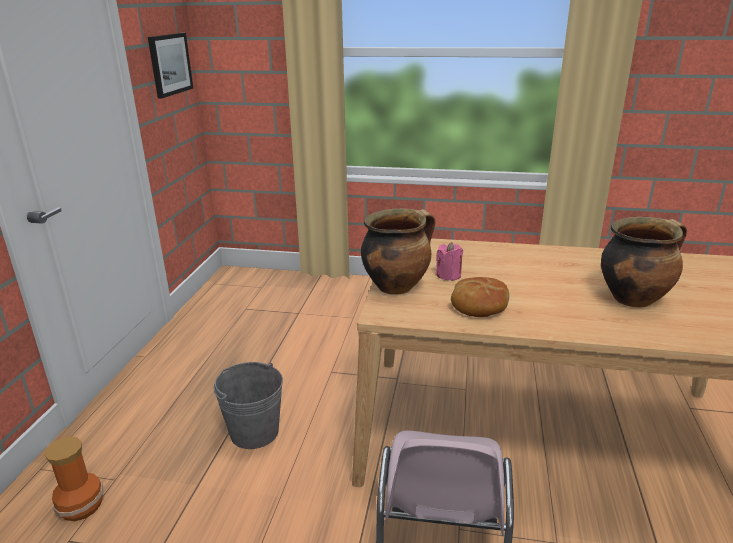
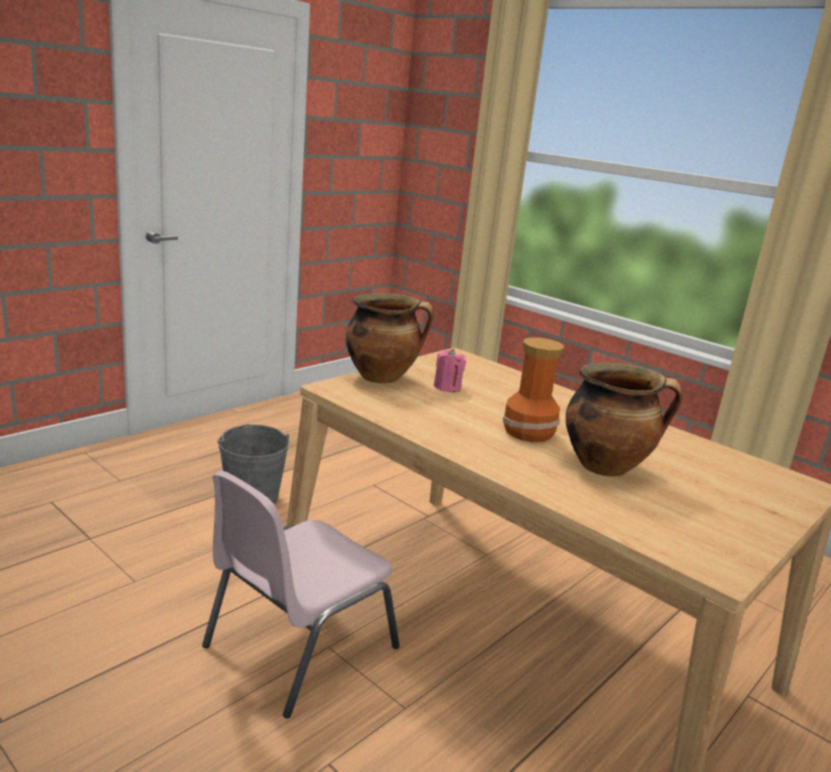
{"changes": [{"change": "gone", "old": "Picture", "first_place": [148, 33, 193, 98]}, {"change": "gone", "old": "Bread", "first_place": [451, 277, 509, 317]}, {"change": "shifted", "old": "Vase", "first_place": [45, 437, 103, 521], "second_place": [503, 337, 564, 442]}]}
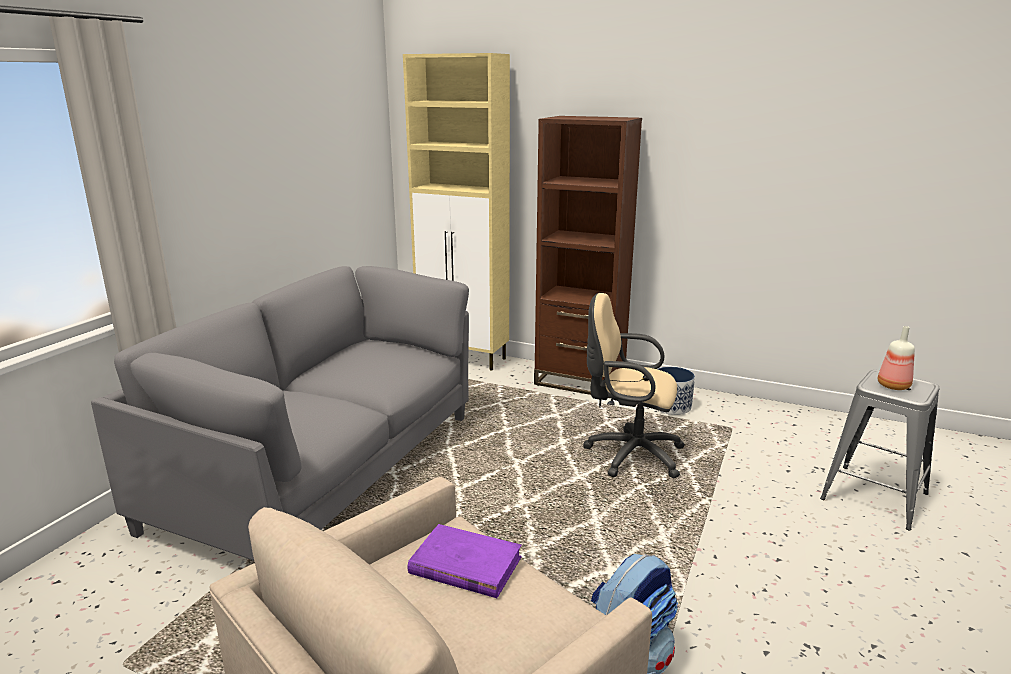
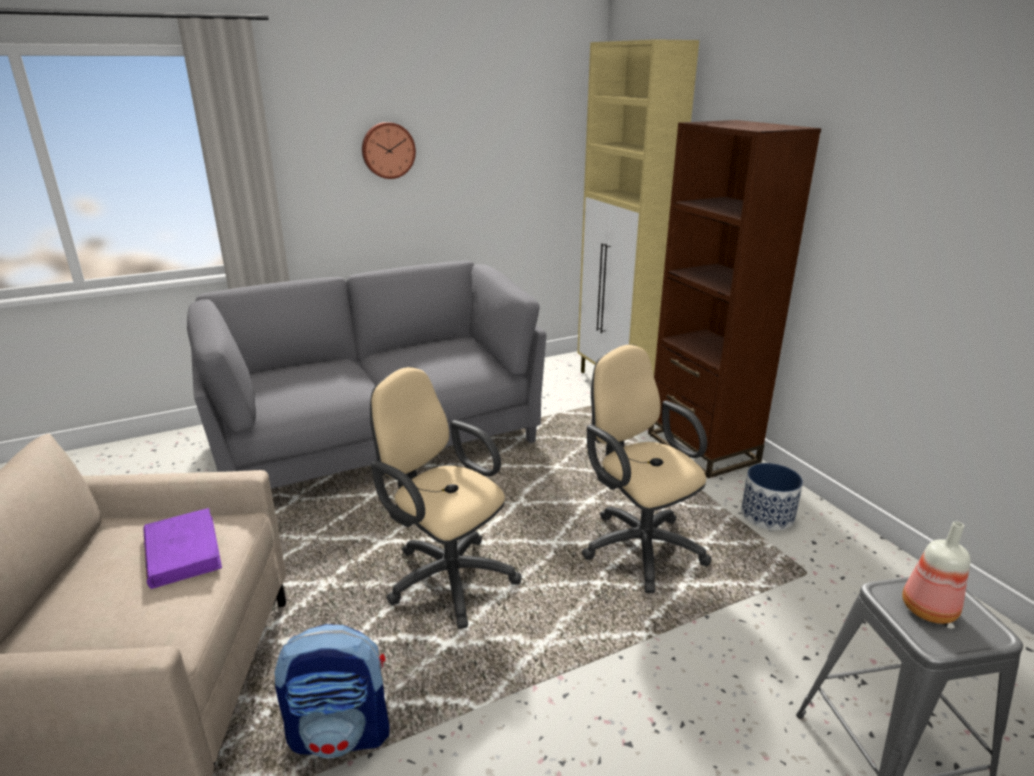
{"changes": [{"change": "new", "new": "WallClock", "second_place": [362, 122, 416, 179]}, {"change": "new", "new": "BeigeOfficeChair", "second_place": [370, 367, 521, 629]}]}
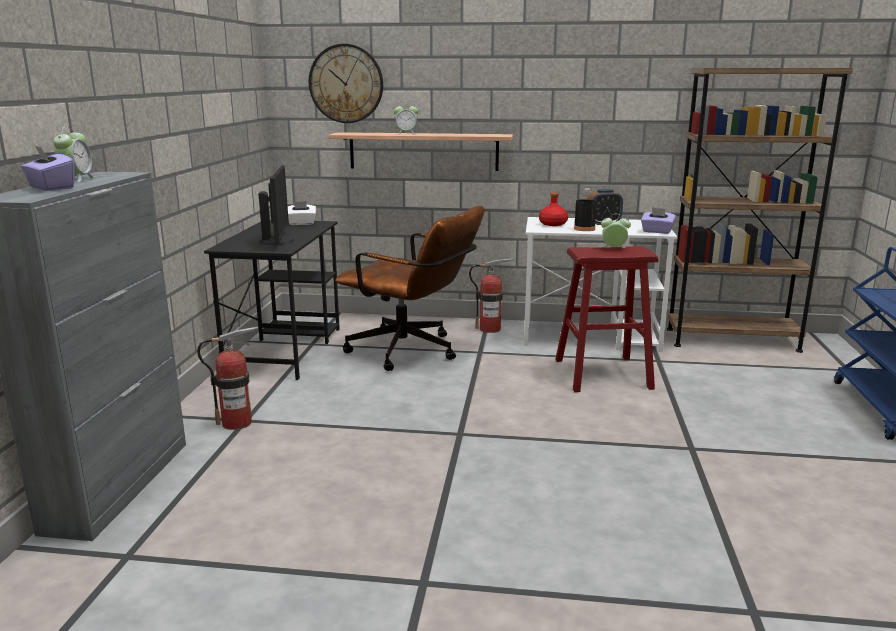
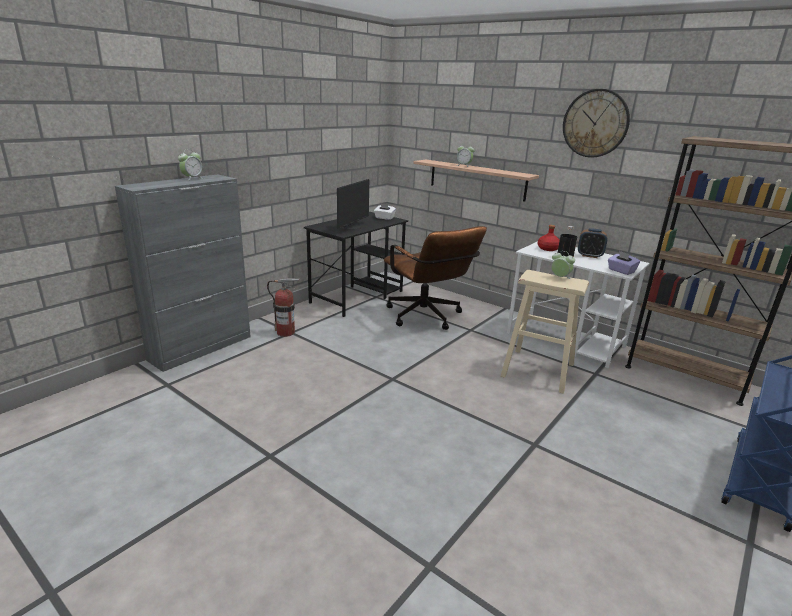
{"changes": [{"change": "gone", "old": "PurpleTissueBox", "first_place": [21, 145, 75, 191]}, {"change": "gone", "old": "FireExtinguisher", "first_place": [469, 258, 513, 333]}, {"change": "shifted", "old": "WallClock", "first_place": [309, 44, 383, 123], "second_place": [563, 89, 630, 157]}, {"change": "repainted", "old": "RedStool", "new": "BeigeStool", "first_place": [555, 246, 658, 392], "second_place": [501, 270, 589, 394]}]}
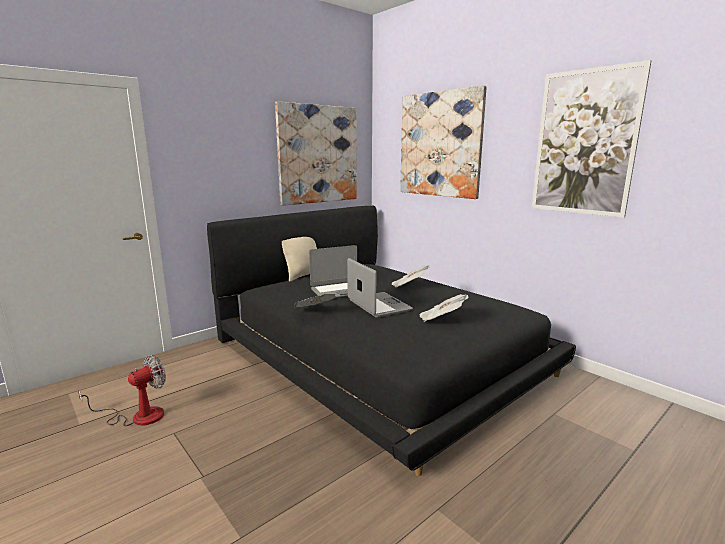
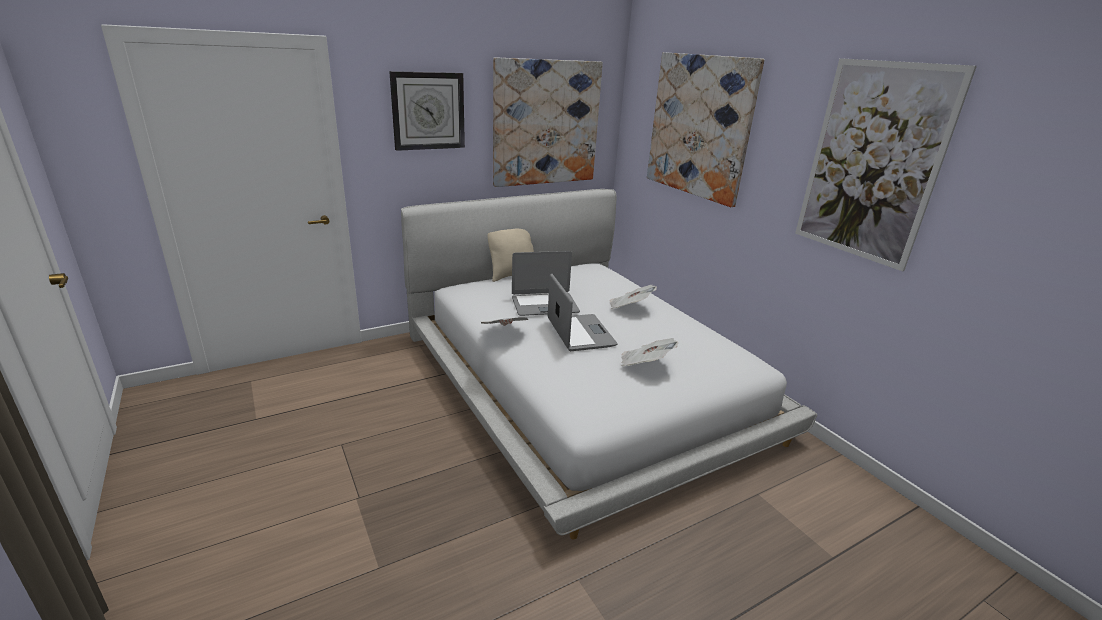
{"changes": [{"change": "gone", "old": "Fan", "first_place": [78, 355, 166, 426]}, {"change": "new", "new": "WallClock", "second_place": [389, 71, 465, 151]}, {"change": "repainted", "old": "BlackBed", "new": "WhiteBed", "first_place": [207, 206, 576, 476], "second_place": [401, 189, 817, 540]}]}
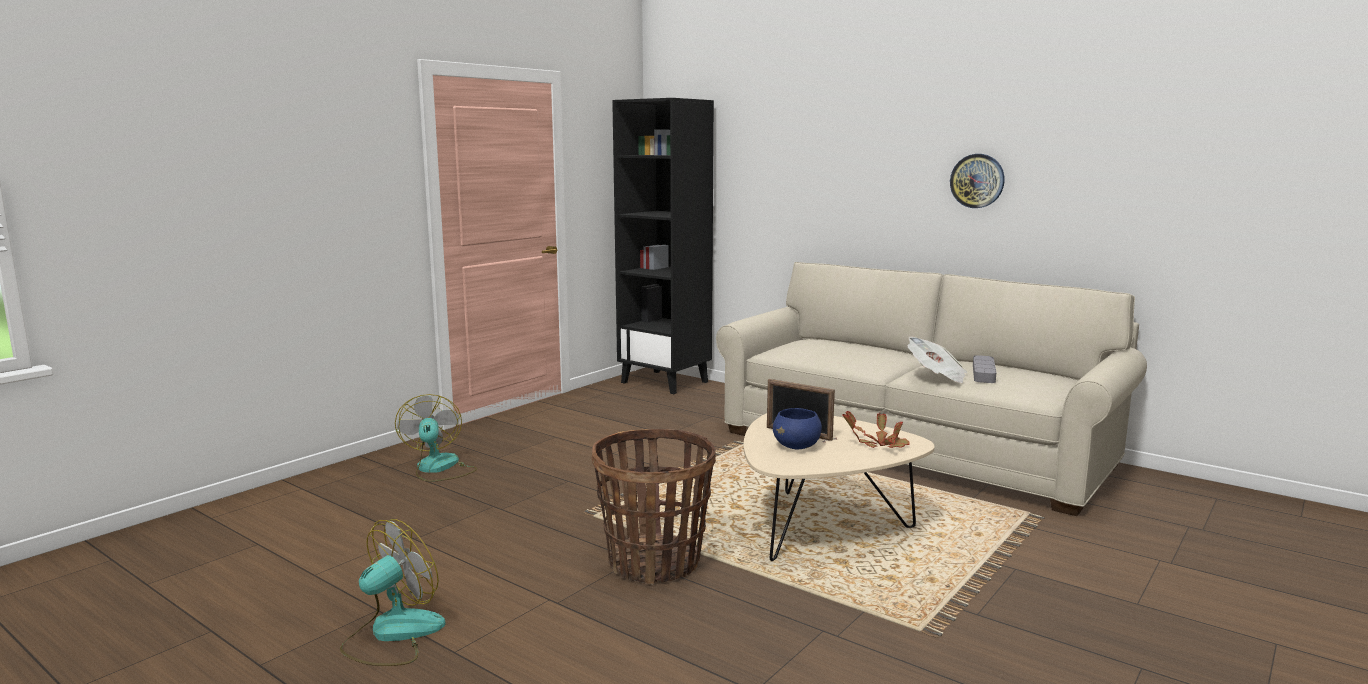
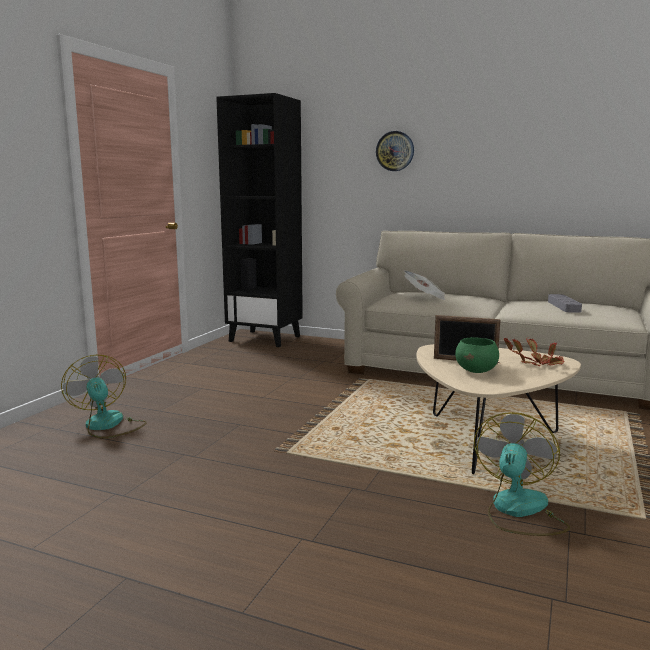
{"changes": [{"change": "gone", "old": "Basket", "first_place": [592, 429, 716, 585]}, {"change": "shifted", "old": "Fan", "first_place": [340, 519, 446, 666], "second_place": [474, 412, 570, 536]}, {"change": "shifted", "old": "Newspaper", "first_place": [908, 336, 967, 383], "second_place": [403, 270, 445, 300]}, {"change": "shifted", "old": "WallClock", "first_place": [950, 154, 1005, 208], "second_place": [376, 131, 414, 171]}, {"change": "repainted", "old": "BlueBowl", "new": "GreenBowl", "first_place": [773, 408, 822, 449], "second_place": [455, 337, 499, 373]}]}
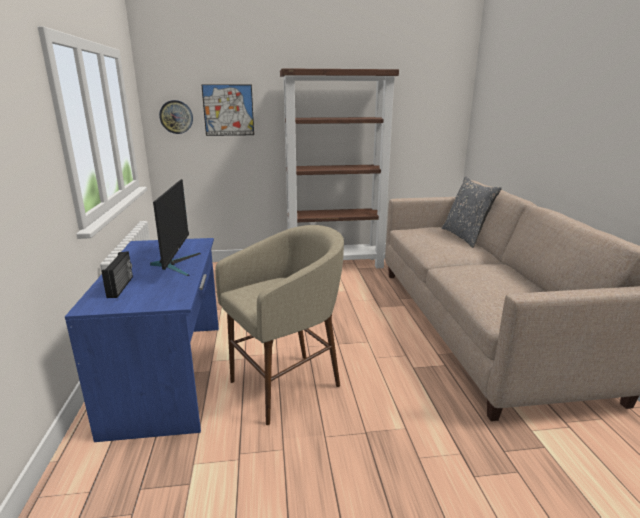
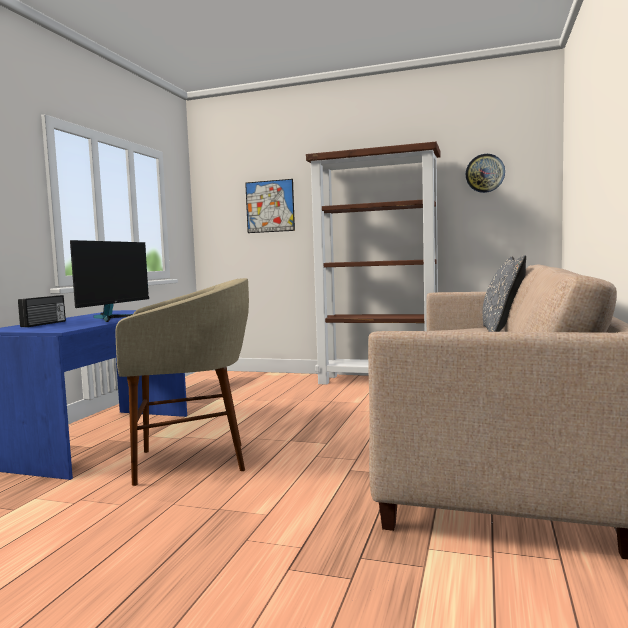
{"changes": [{"change": "shifted", "old": "WallClock", "first_place": [159, 100, 193, 134], "second_place": [466, 154, 505, 193]}]}
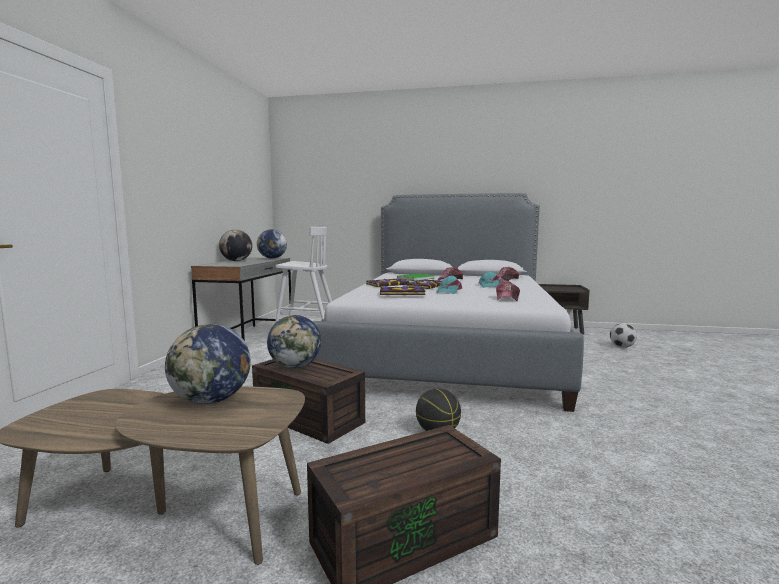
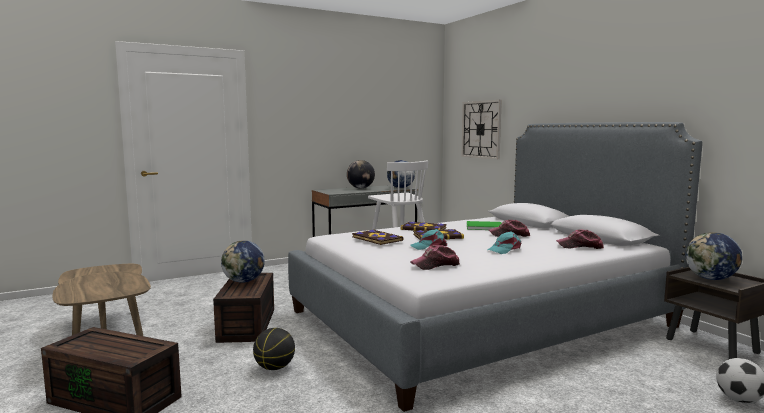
{"changes": [{"change": "new", "new": "WallClock", "second_place": [461, 100, 502, 159]}, {"change": "shifted", "old": "Globe", "first_place": [165, 324, 251, 404], "second_place": [685, 232, 743, 280]}]}
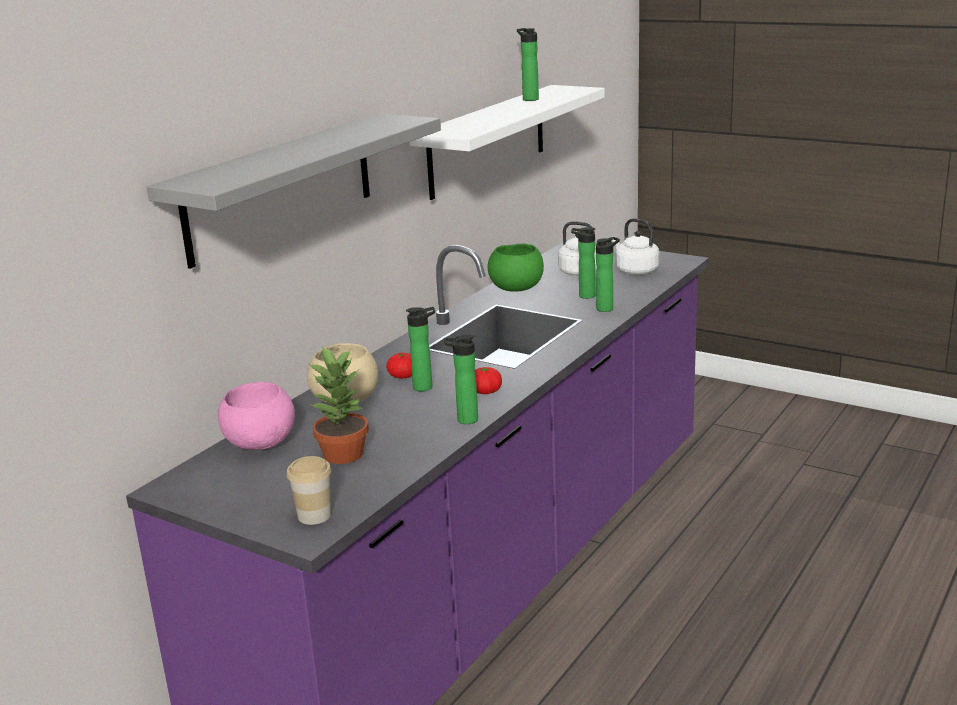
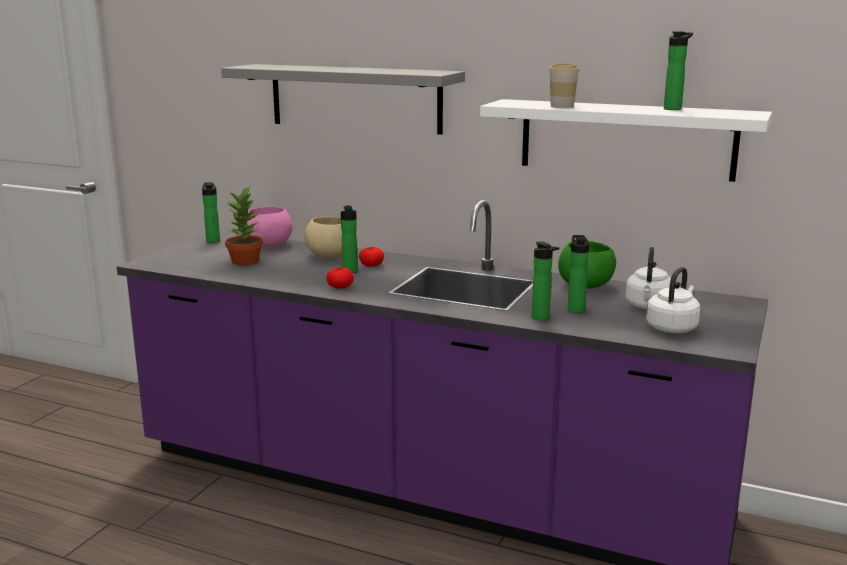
{"changes": [{"change": "shifted", "old": "Cup", "first_place": [287, 456, 331, 525], "second_place": [548, 64, 580, 108]}, {"change": "shifted", "old": "Bottle", "first_place": [444, 334, 478, 424], "second_place": [202, 182, 220, 243]}]}
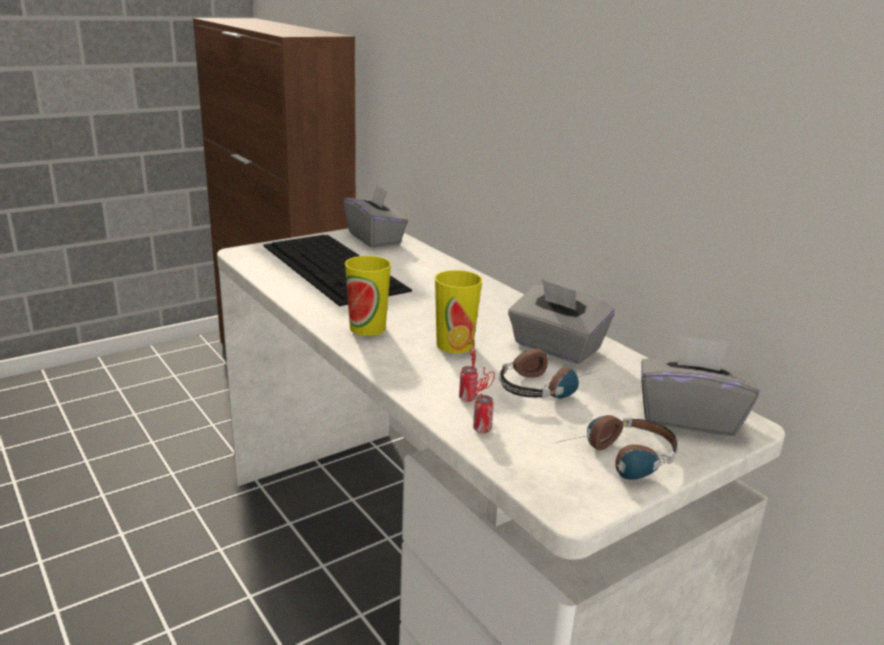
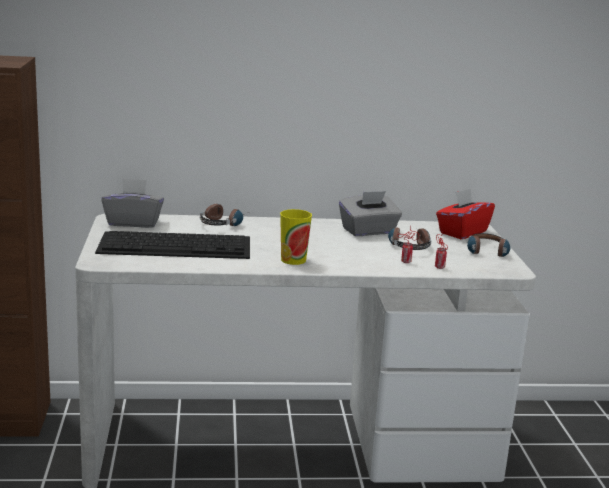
{"changes": [{"change": "gone", "old": "Cup", "first_place": [435, 270, 483, 353]}, {"change": "new", "new": "Headphones", "second_place": [200, 204, 249, 226]}, {"change": "repainted", "old": "GreyTissueBox", "new": "RedTissueBox", "first_place": [641, 335, 759, 436], "second_place": [436, 188, 495, 239]}]}
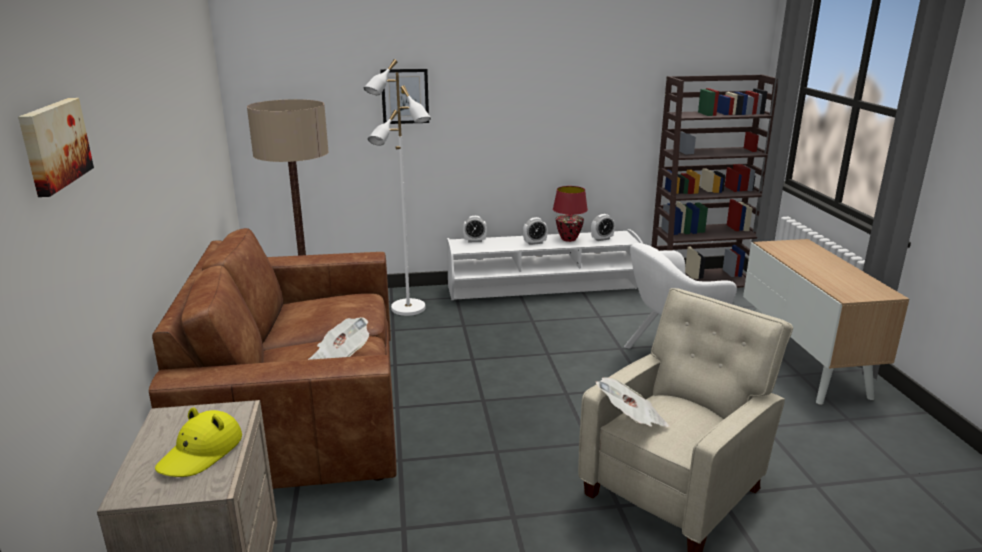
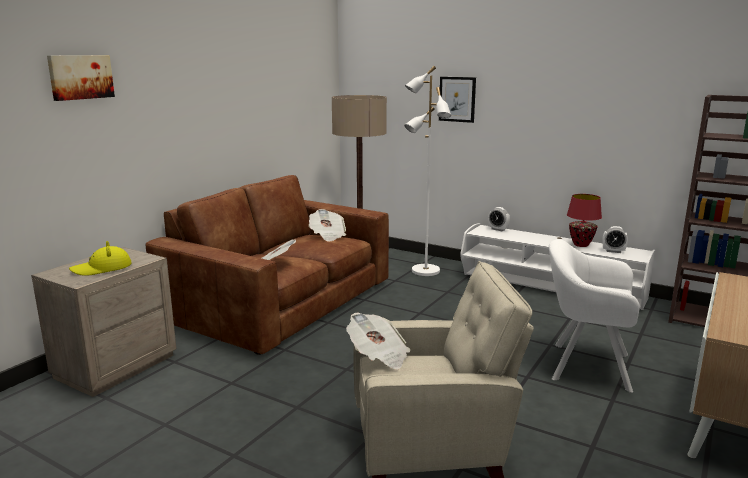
{"changes": [{"change": "gone", "old": "AlarmClock", "first_place": [523, 217, 548, 245]}, {"change": "new", "new": "Newspaper", "second_place": [309, 209, 346, 242]}]}
